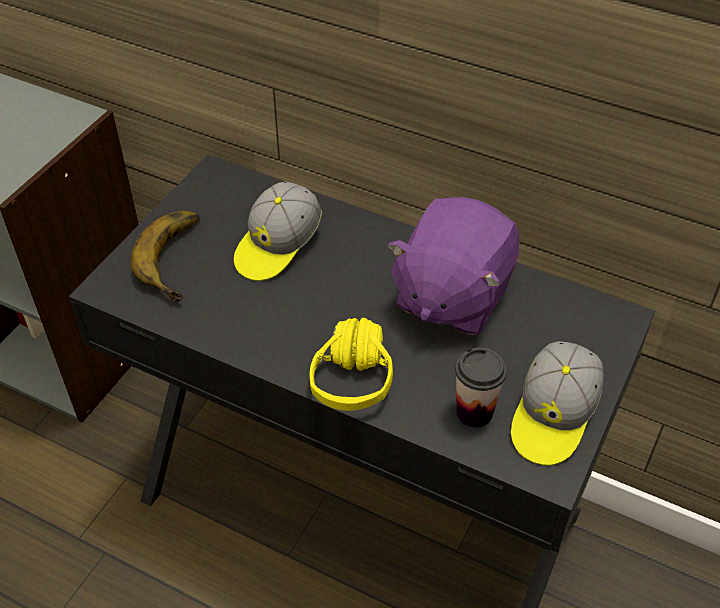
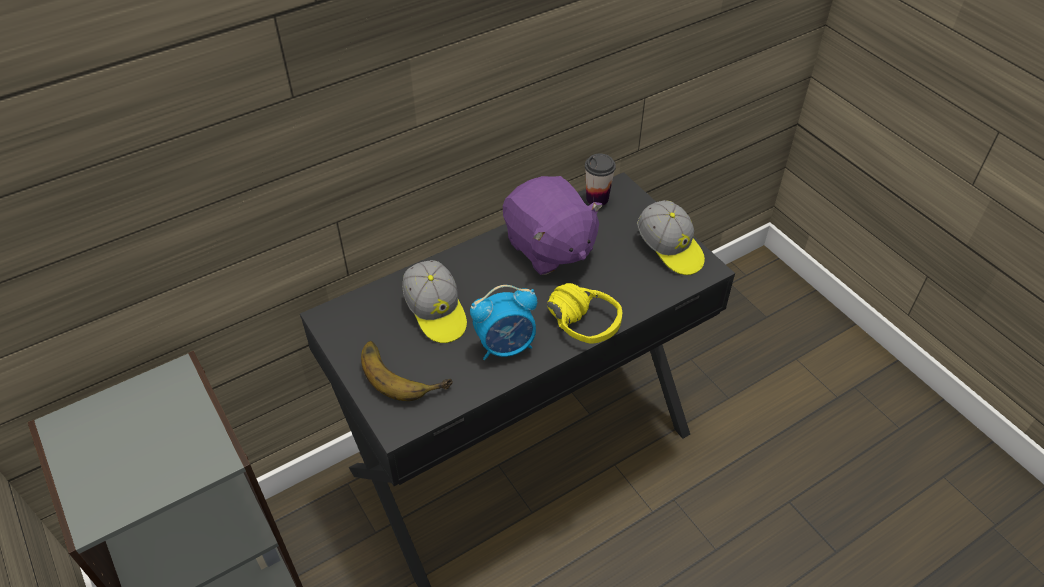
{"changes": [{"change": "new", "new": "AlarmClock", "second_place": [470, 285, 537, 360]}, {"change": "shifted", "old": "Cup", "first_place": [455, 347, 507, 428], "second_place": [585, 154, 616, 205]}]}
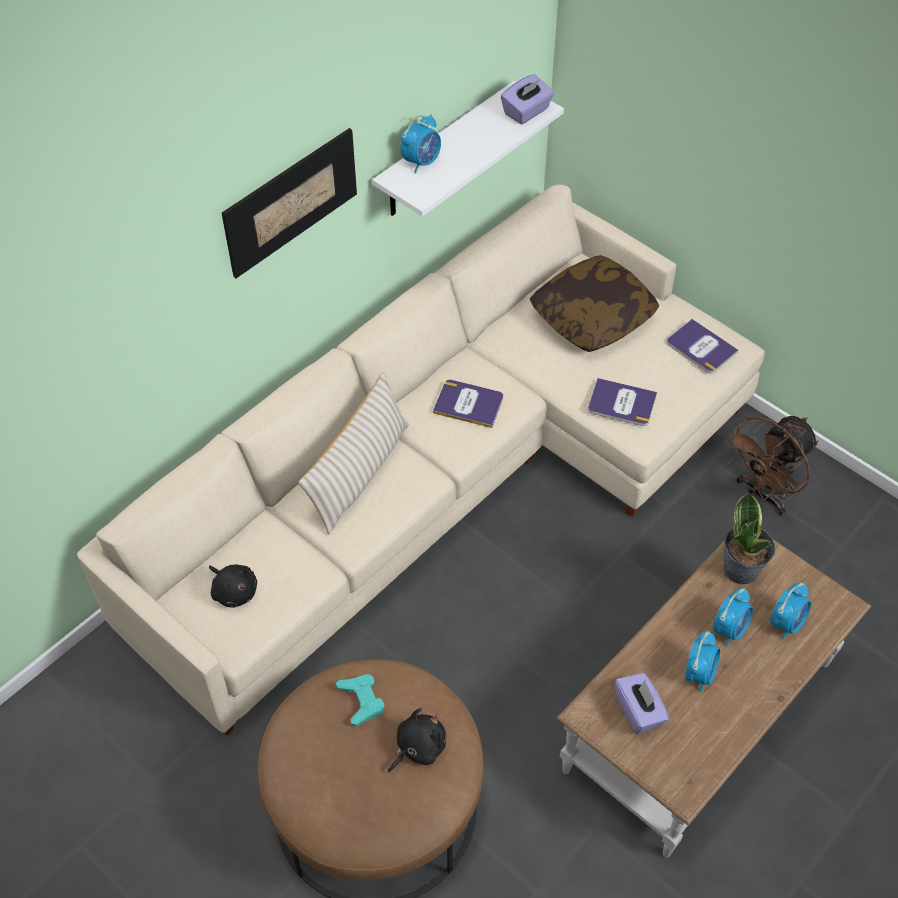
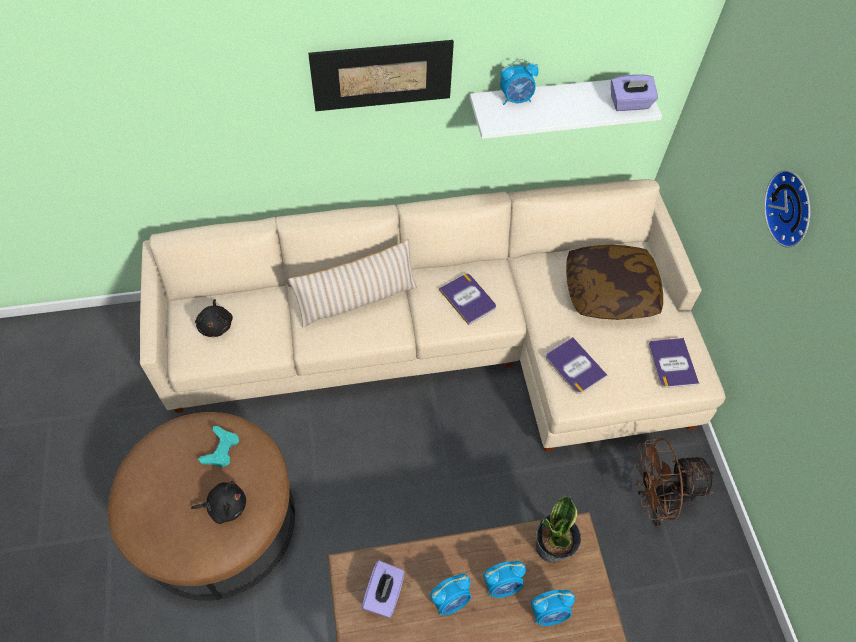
{"changes": [{"change": "new", "new": "WallClock", "second_place": [764, 170, 810, 248]}]}
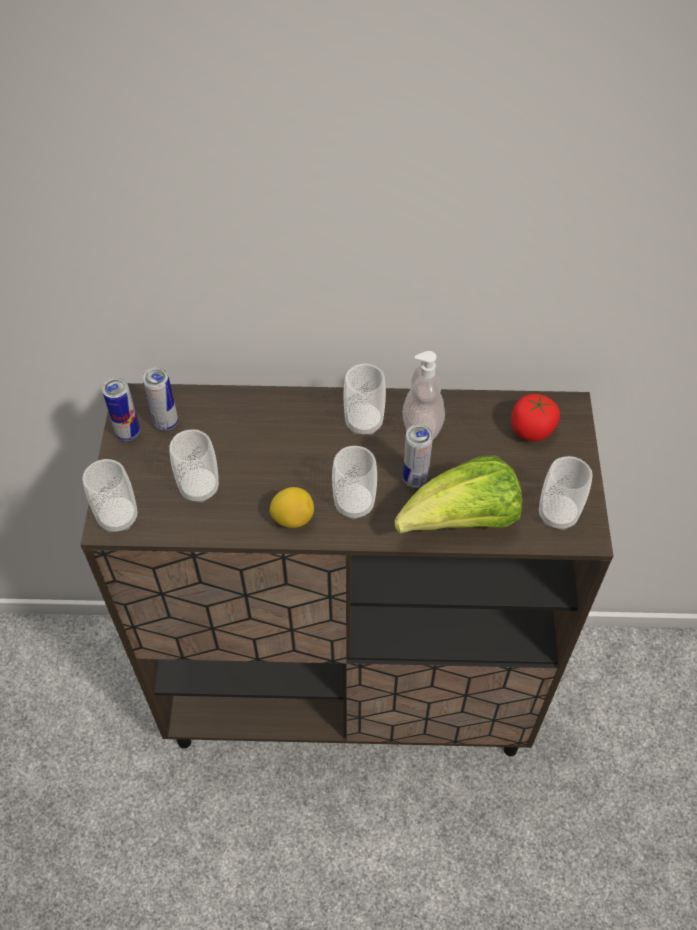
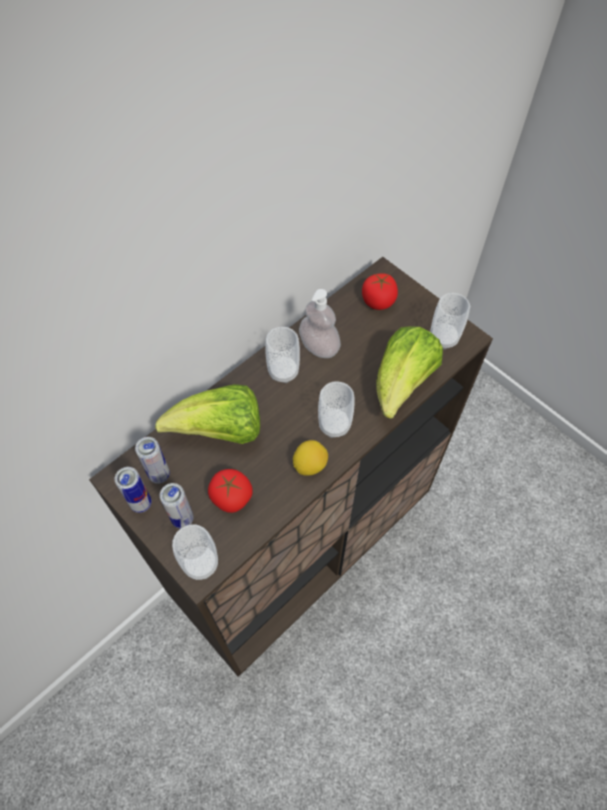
{"changes": [{"change": "new", "new": "Lettuce", "second_place": [155, 384, 260, 444]}, {"change": "shifted", "old": "Can", "first_place": [403, 424, 433, 488], "second_place": [160, 483, 193, 529]}, {"change": "swapped", "old": "Cup", "new": "Tomato", "first_place": [169, 429, 219, 503], "second_place": [208, 469, 253, 513]}]}
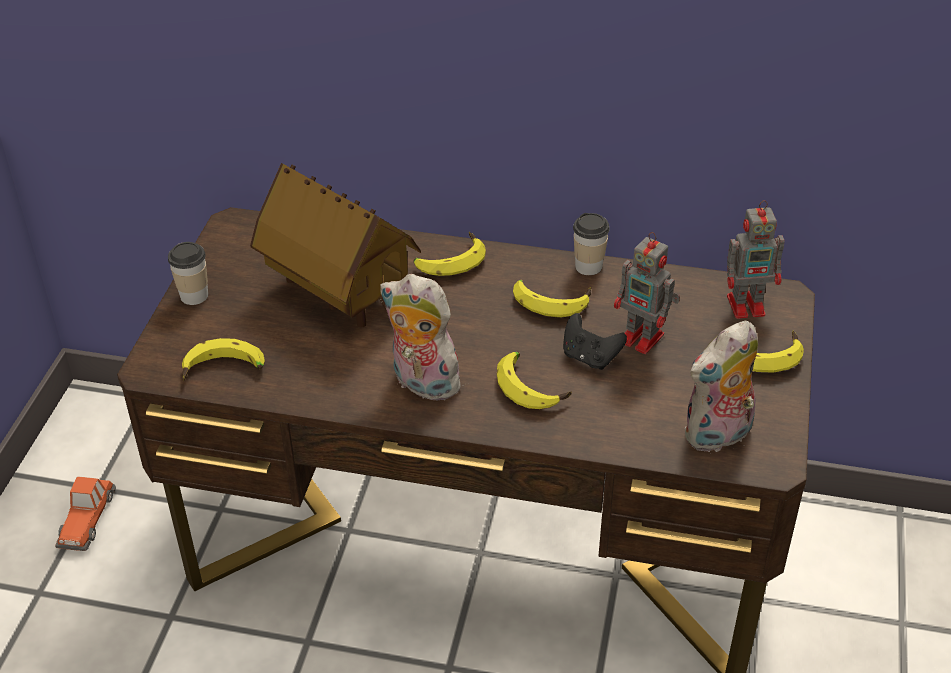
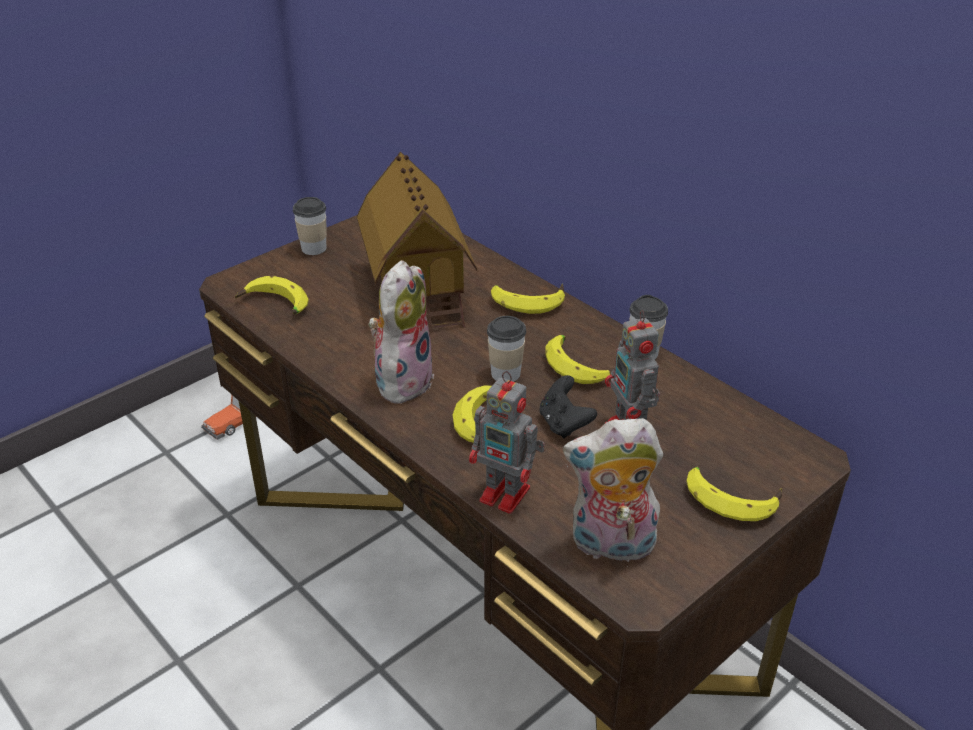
{"changes": [{"change": "new", "new": "Cup", "second_place": [487, 316, 526, 382]}, {"change": "shifted", "old": "ToyRobot", "first_place": [727, 200, 784, 319], "second_place": [469, 371, 545, 514]}, {"change": "rotated", "old": "PlushToy", "first_place": [380, 274, 469, 400], "second_place": [368, 260, 435, 404], "degrees": 45}]}
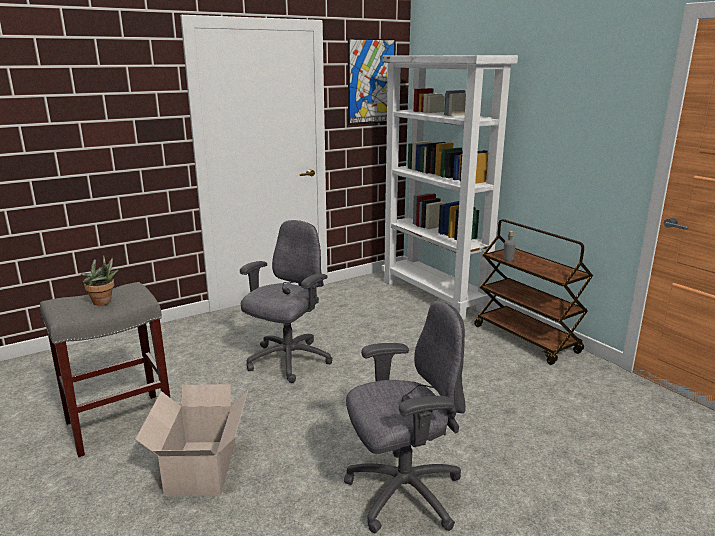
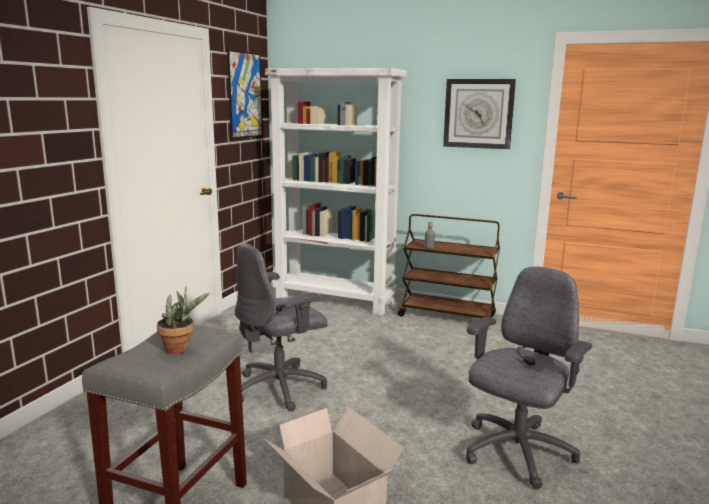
{"changes": [{"change": "new", "new": "WallClock", "second_place": [443, 79, 516, 149]}, {"change": "rotated", "old": "GreyOfficeChair", "first_place": [240, 220, 333, 383], "second_place": [235, 242, 327, 412], "degrees": -120}]}
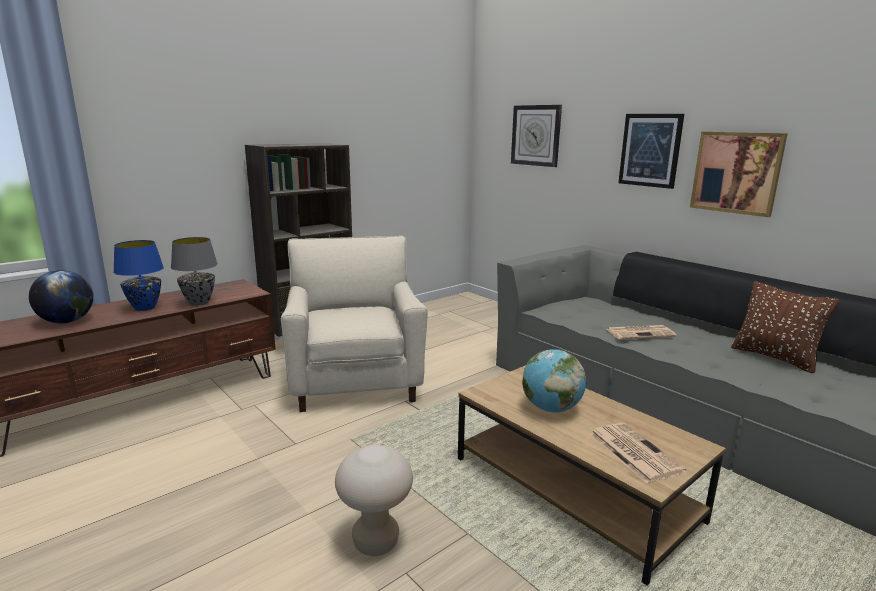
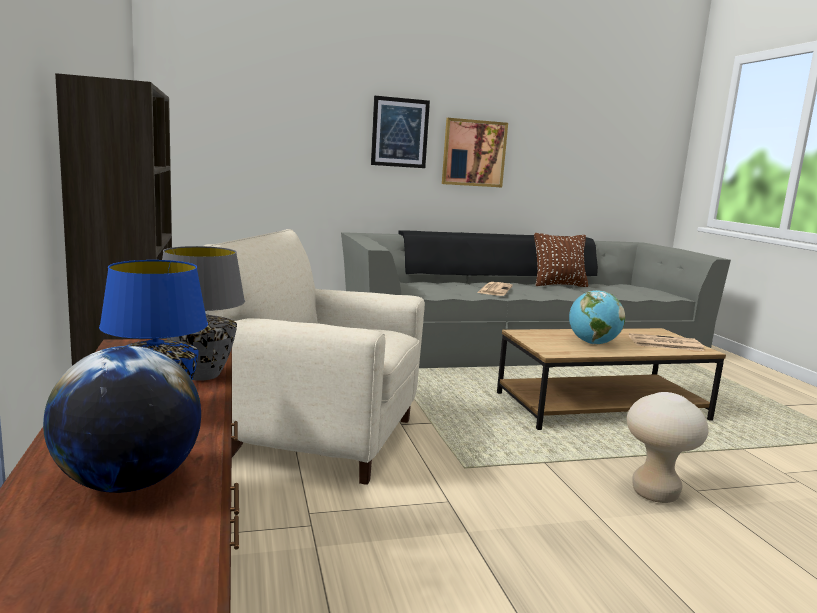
{"changes": [{"change": "gone", "old": "WallClock", "first_place": [511, 105, 562, 167]}]}
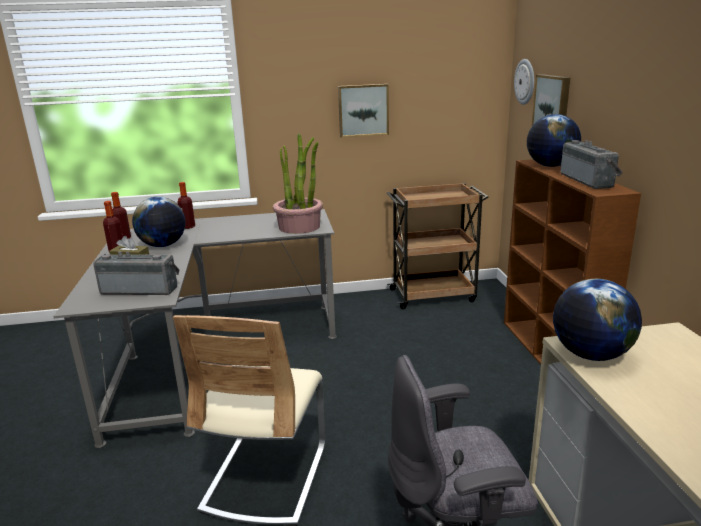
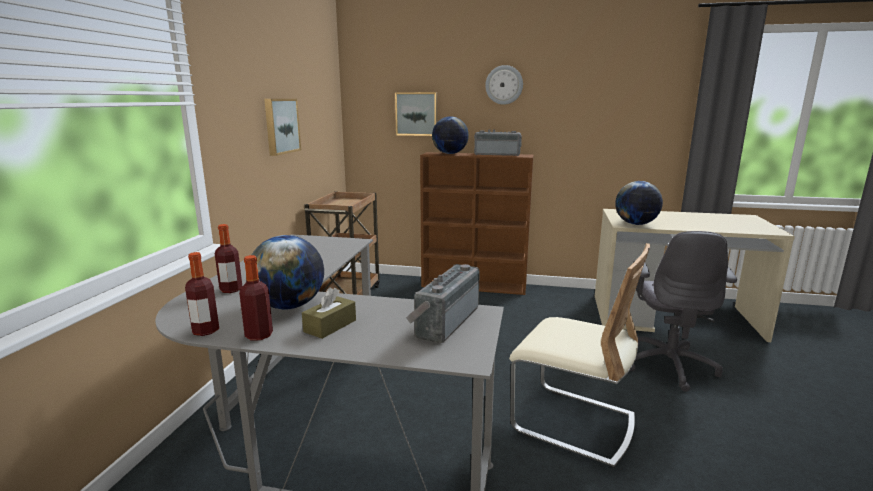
{"changes": [{"change": "gone", "old": "PottedPlant", "first_place": [273, 133, 323, 234]}, {"change": "shifted", "old": "WallClock", "first_place": [514, 59, 534, 105], "second_place": [485, 65, 523, 105]}]}
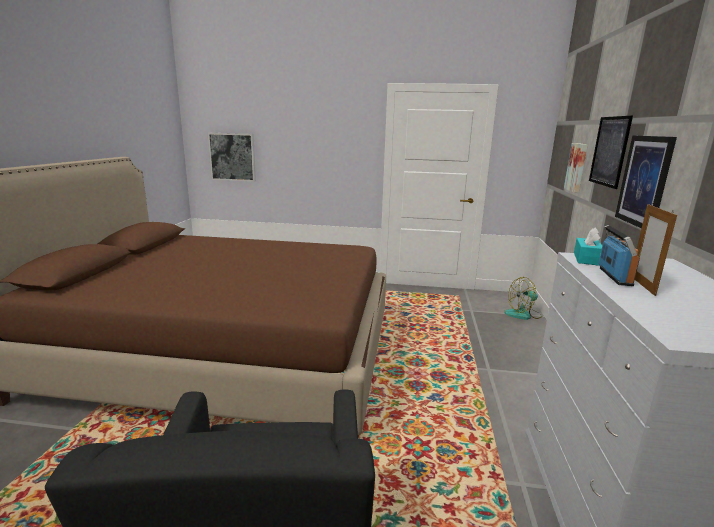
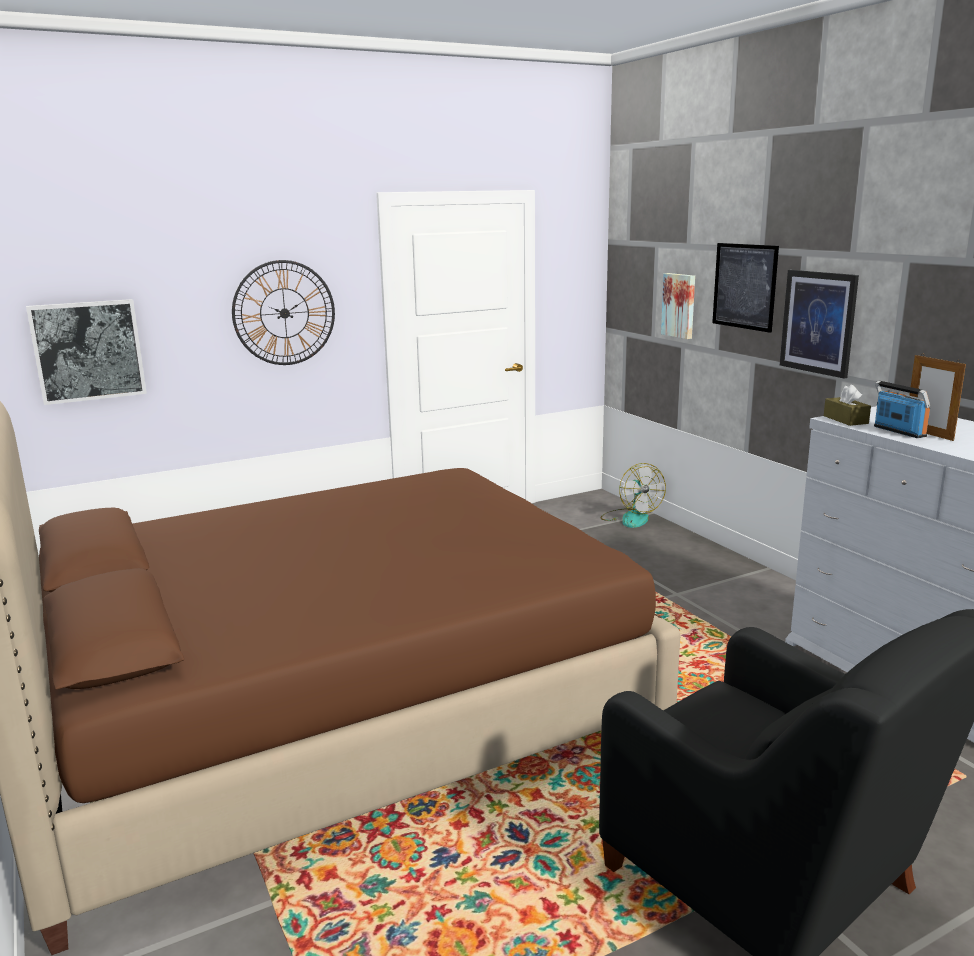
{"changes": [{"change": "new", "new": "WallClock", "second_place": [232, 260, 335, 365]}, {"change": "repainted", "old": "TurquoiseTissueBox", "new": "BrownTissueBox", "first_place": [574, 228, 602, 266], "second_place": [824, 385, 871, 426]}, {"change": "rotated", "old": "Fan", "first_place": [504, 277, 542, 320], "second_place": [600, 463, 666, 528], "degrees": -60}]}
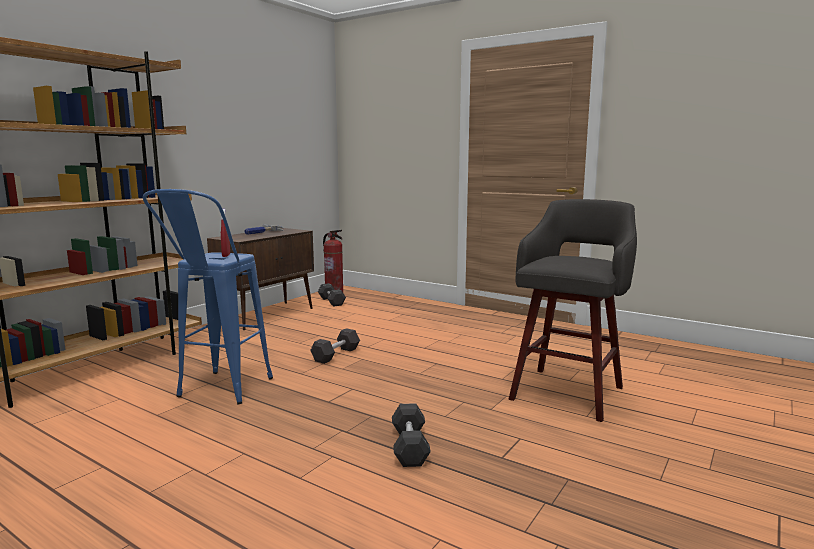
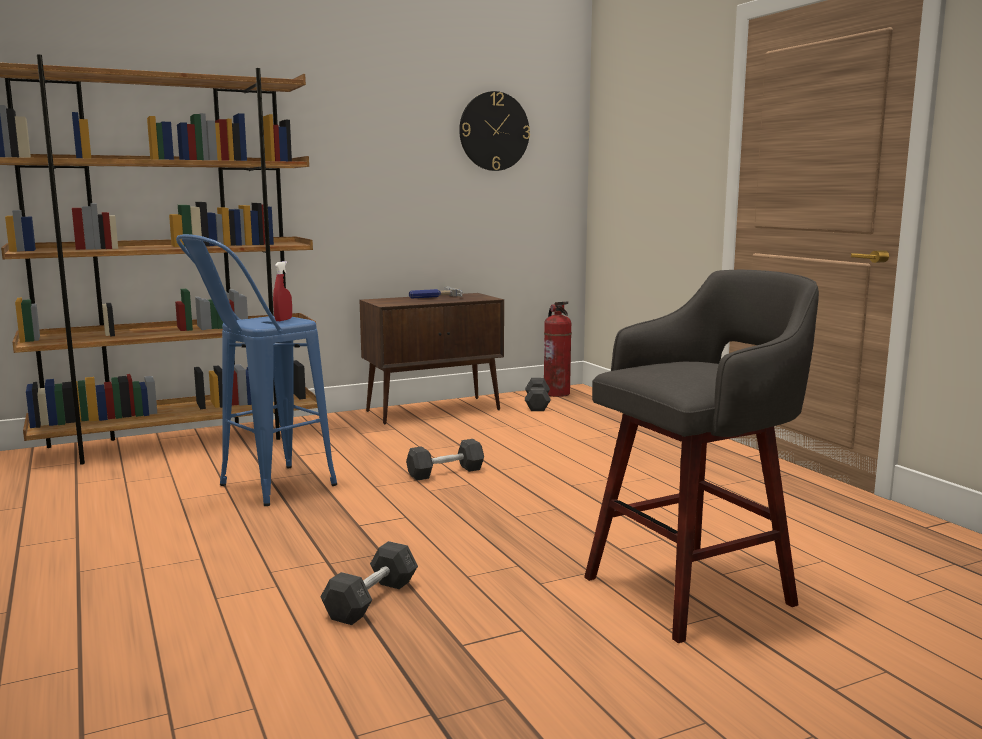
{"changes": [{"change": "new", "new": "WallClock", "second_place": [459, 91, 530, 171]}]}
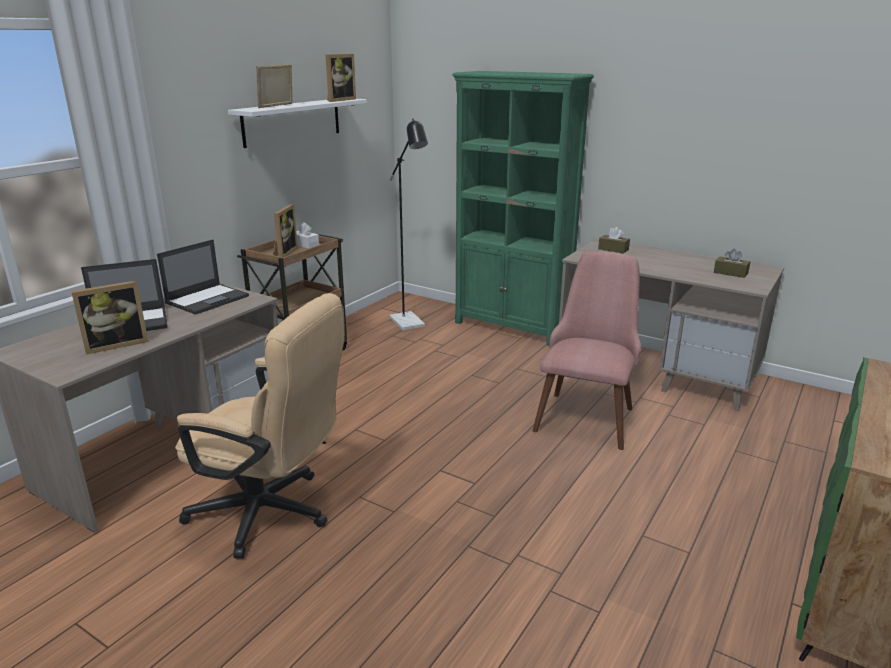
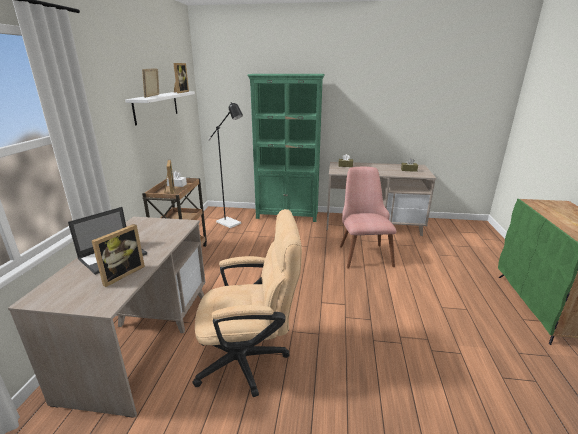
{"changes": [{"change": "gone", "old": "Laptop", "first_place": [157, 240, 249, 315]}]}
